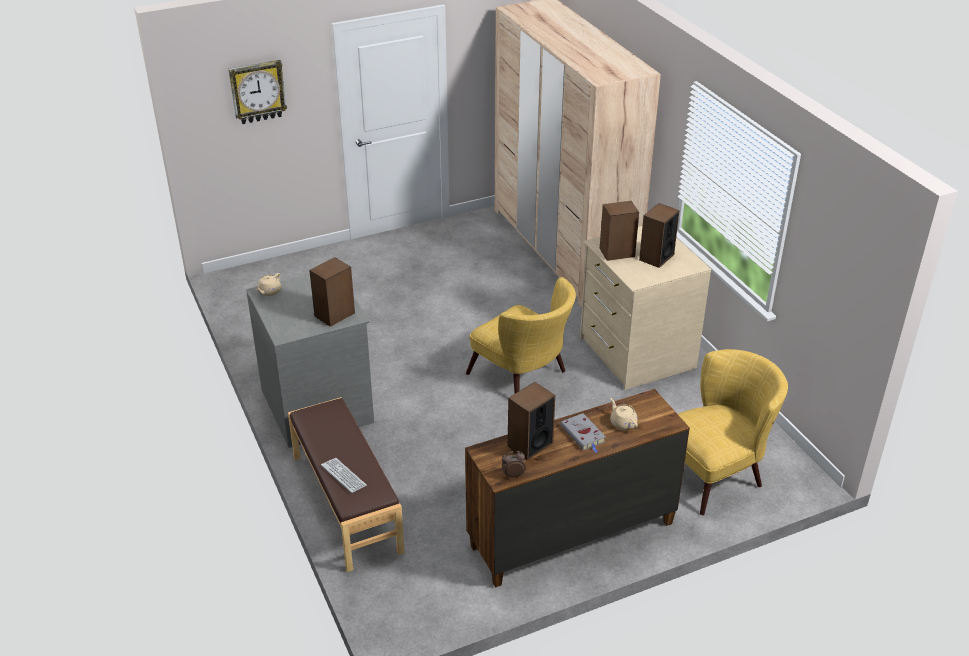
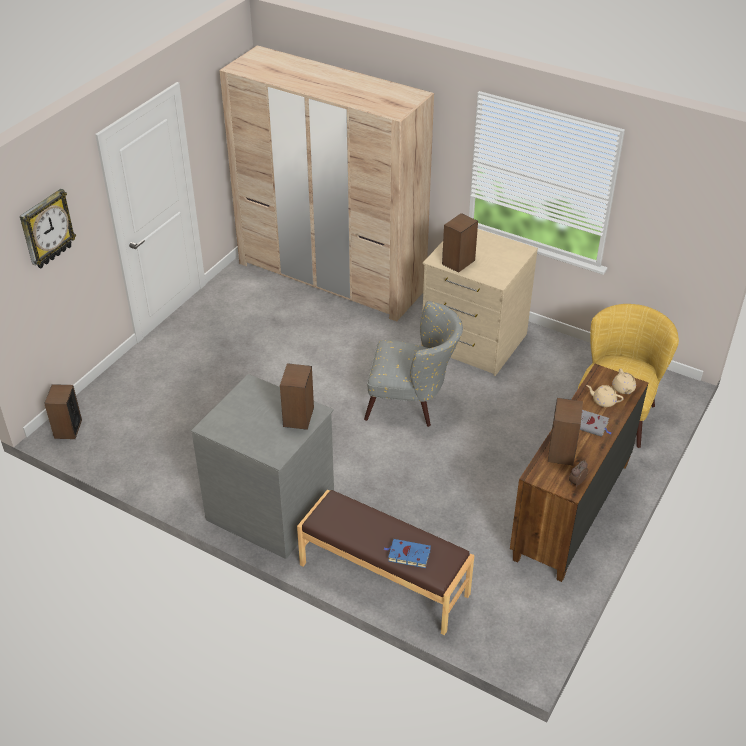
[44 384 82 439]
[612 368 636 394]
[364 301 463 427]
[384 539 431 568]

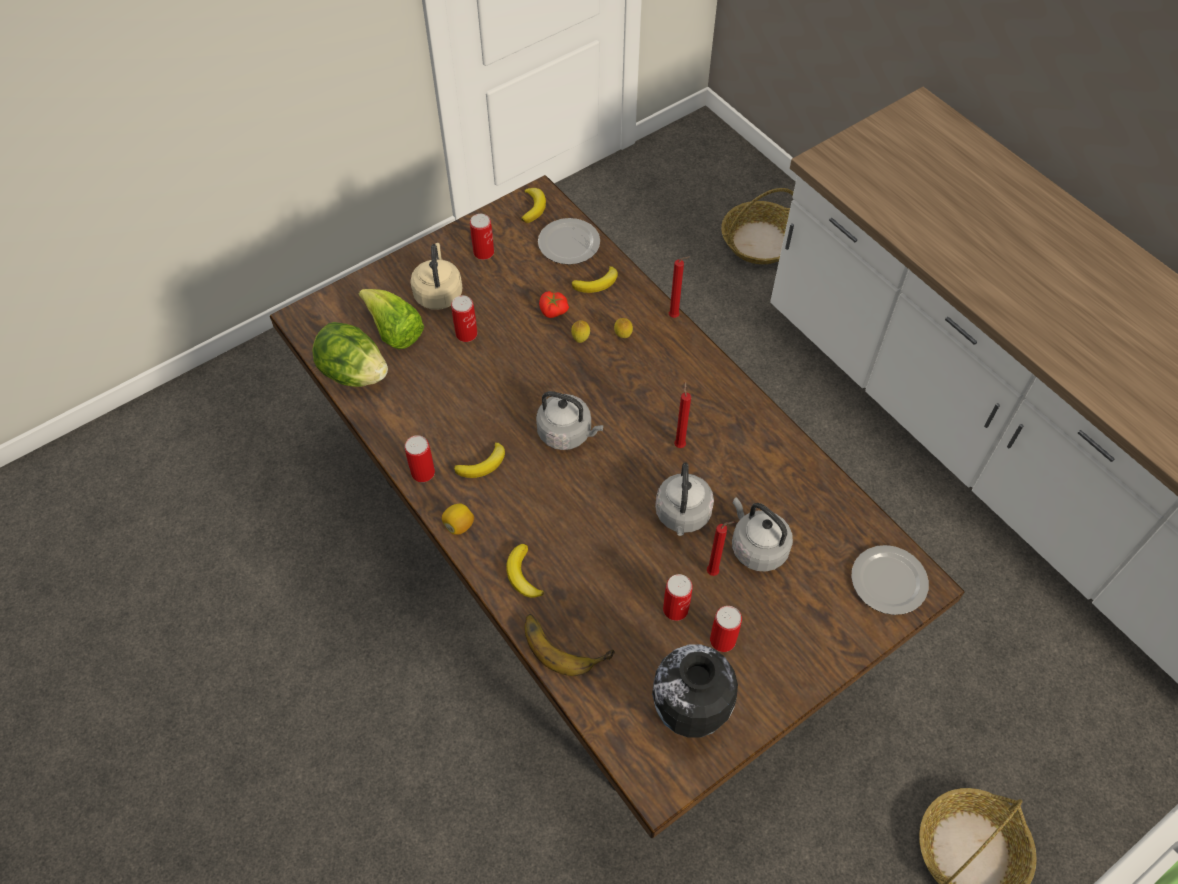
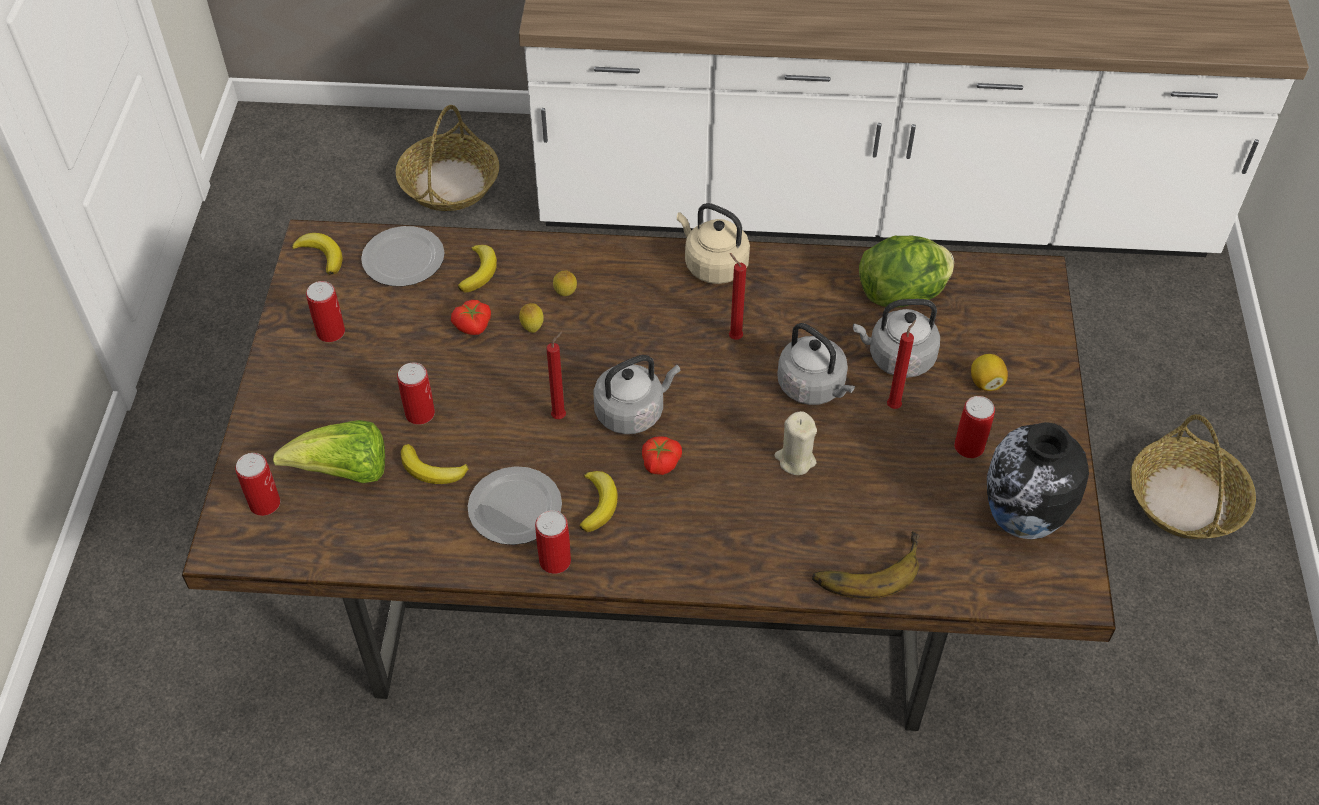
[677 203 750 284]
[546 332 566 419]
[859 236 954 308]
[971 354 1008 391]
[401 444 469 484]
[468 466 562 545]
[235 453 280 516]
[775 411 817 475]
[642 436 682 475]

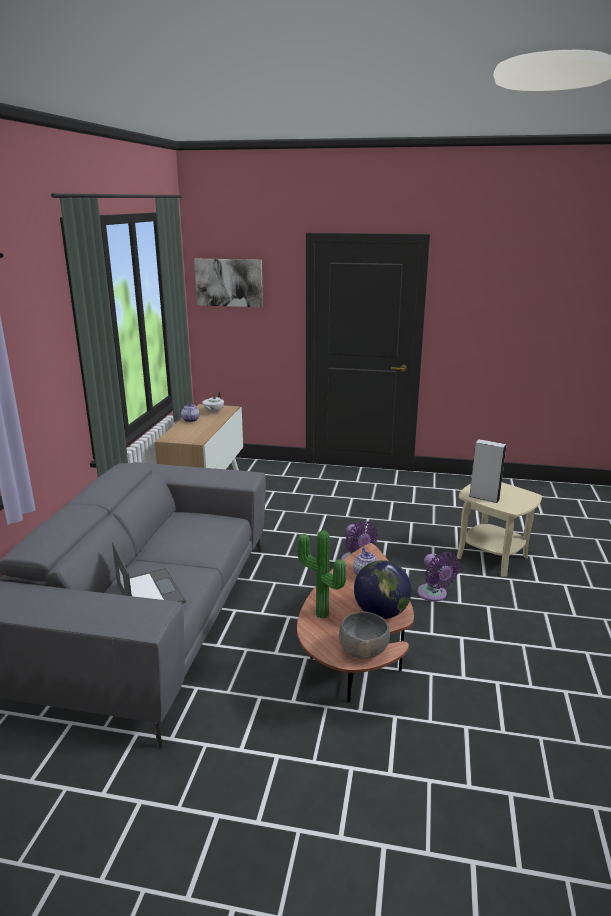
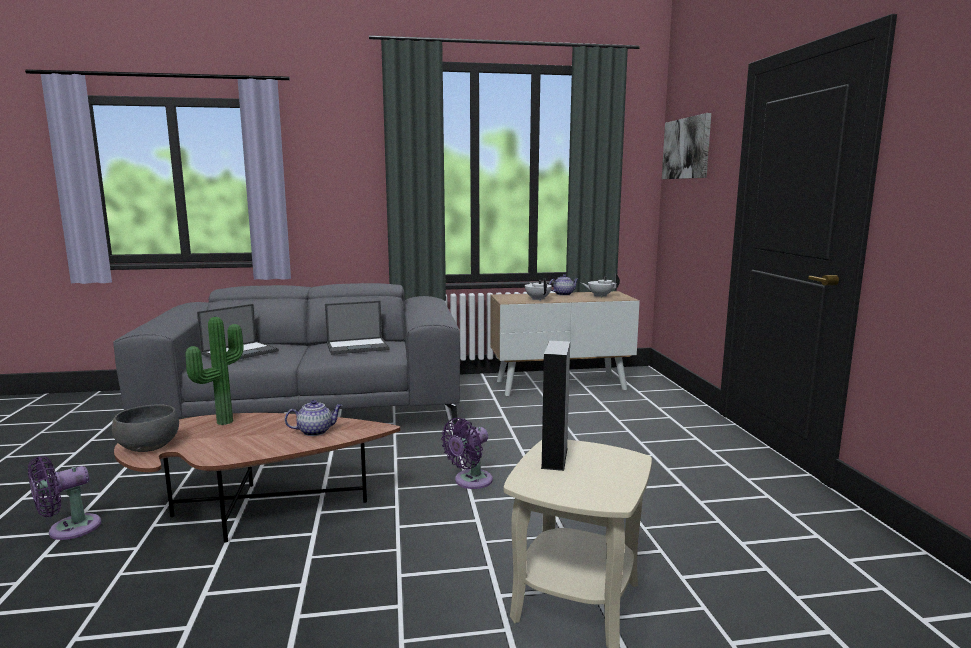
[28 456 101 540]
[354 560 412 619] (first image)
[525 278 552 301]
[325 301 389 355]

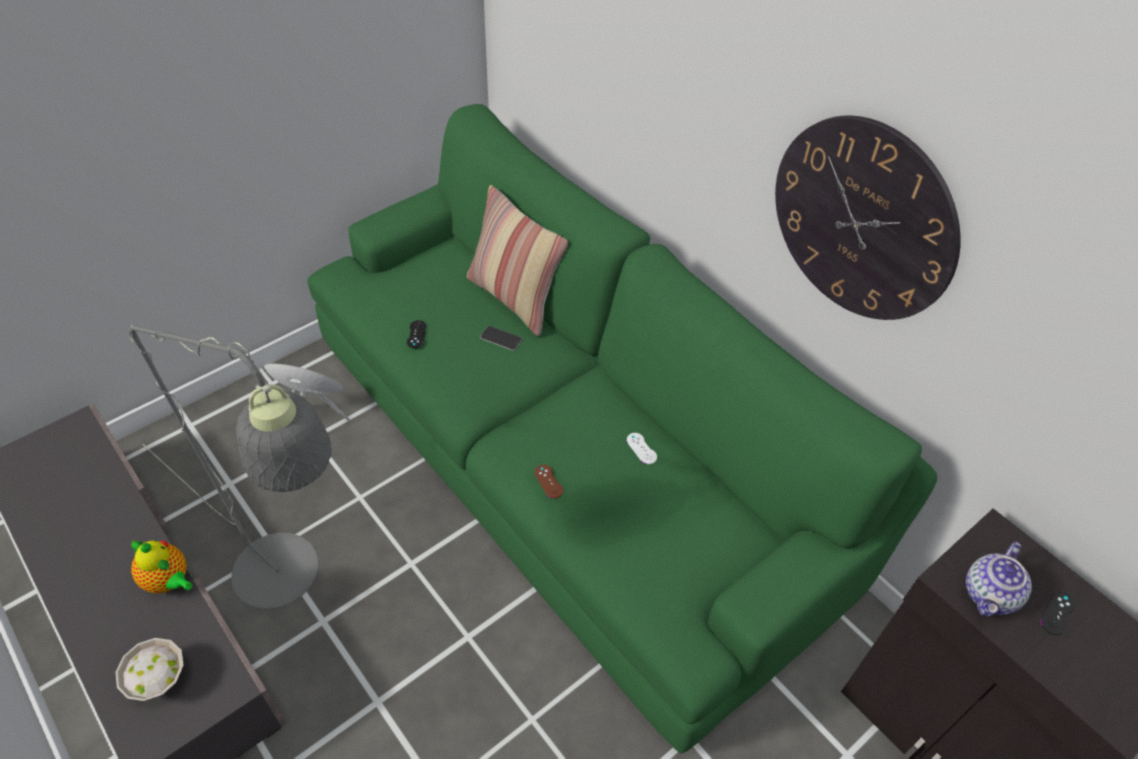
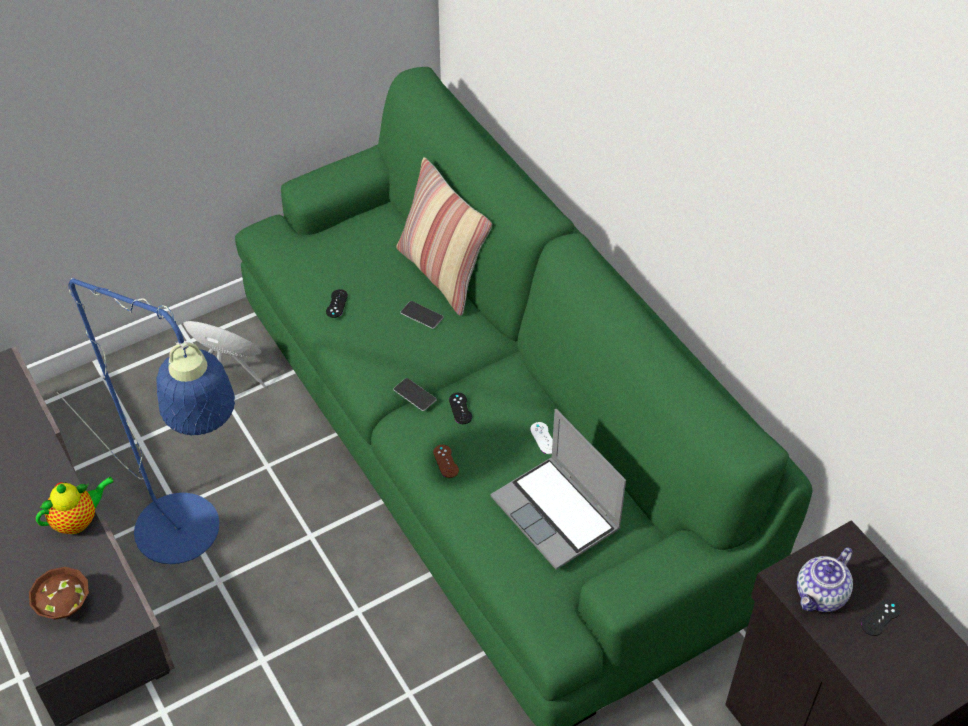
[775 116 961 320] (first image)
[57 278 235 564]
[36 477 114 534]
[29 567 89 620]
[393 378 437 411]
[449 393 472 424]
[491 409 626 570]

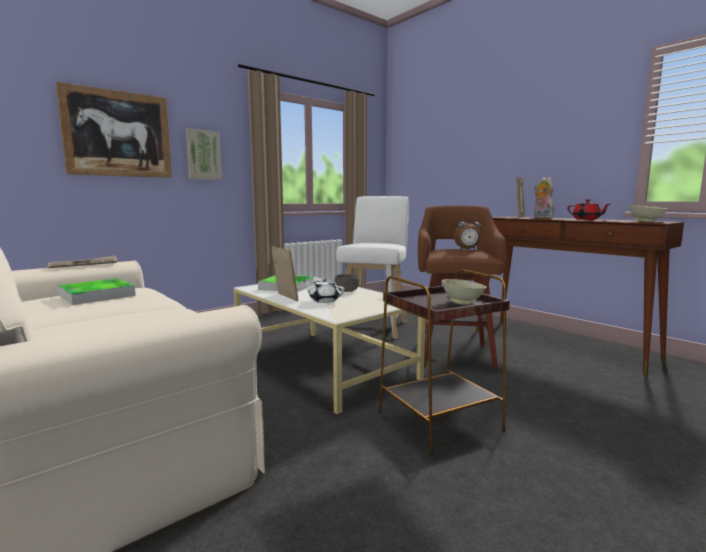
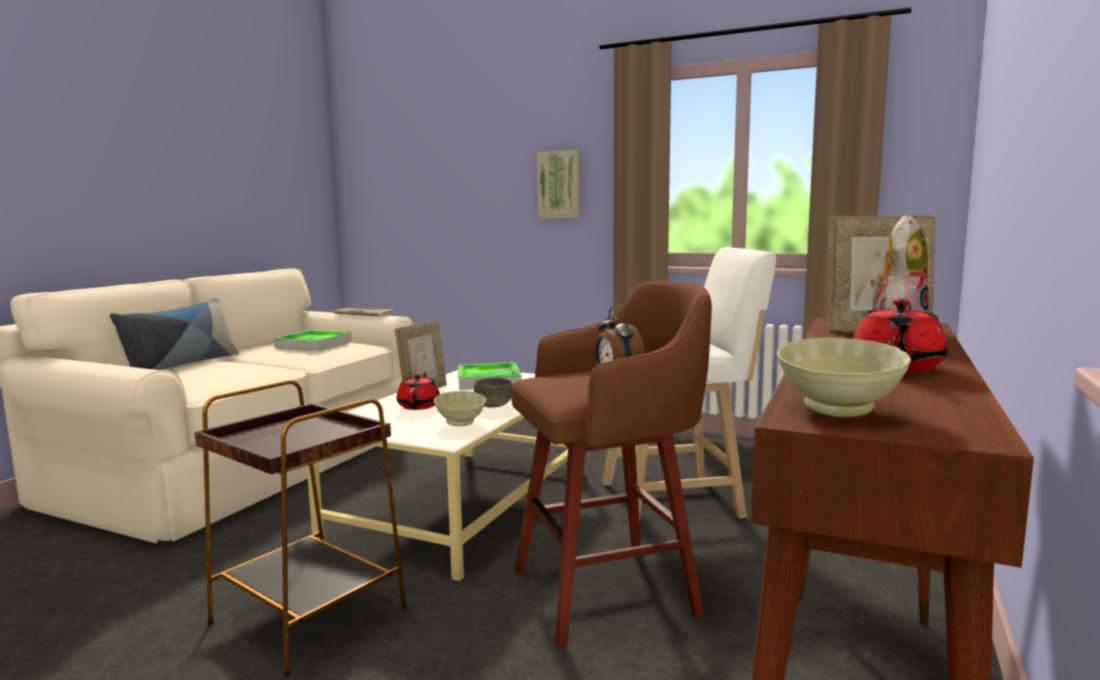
[56 82 172 178] (first image)
[397 373 440 410]
[434 391 486 426]
[109 298 239 370]

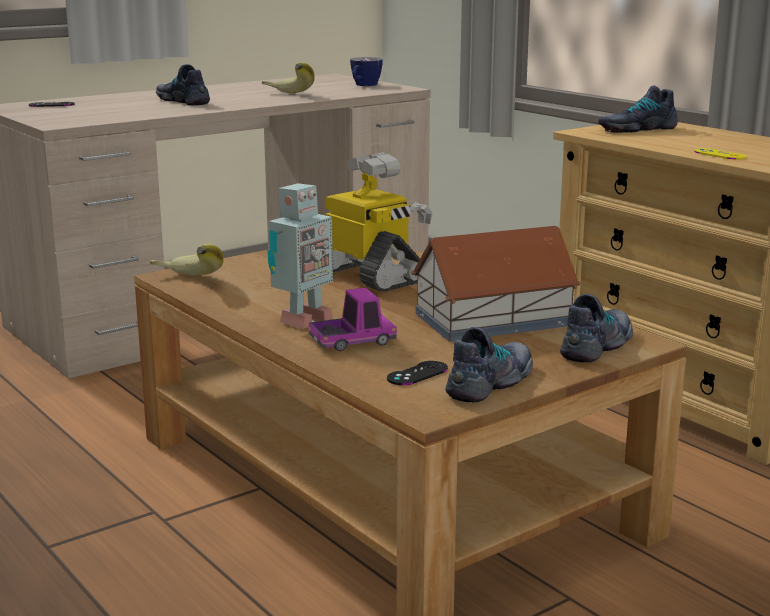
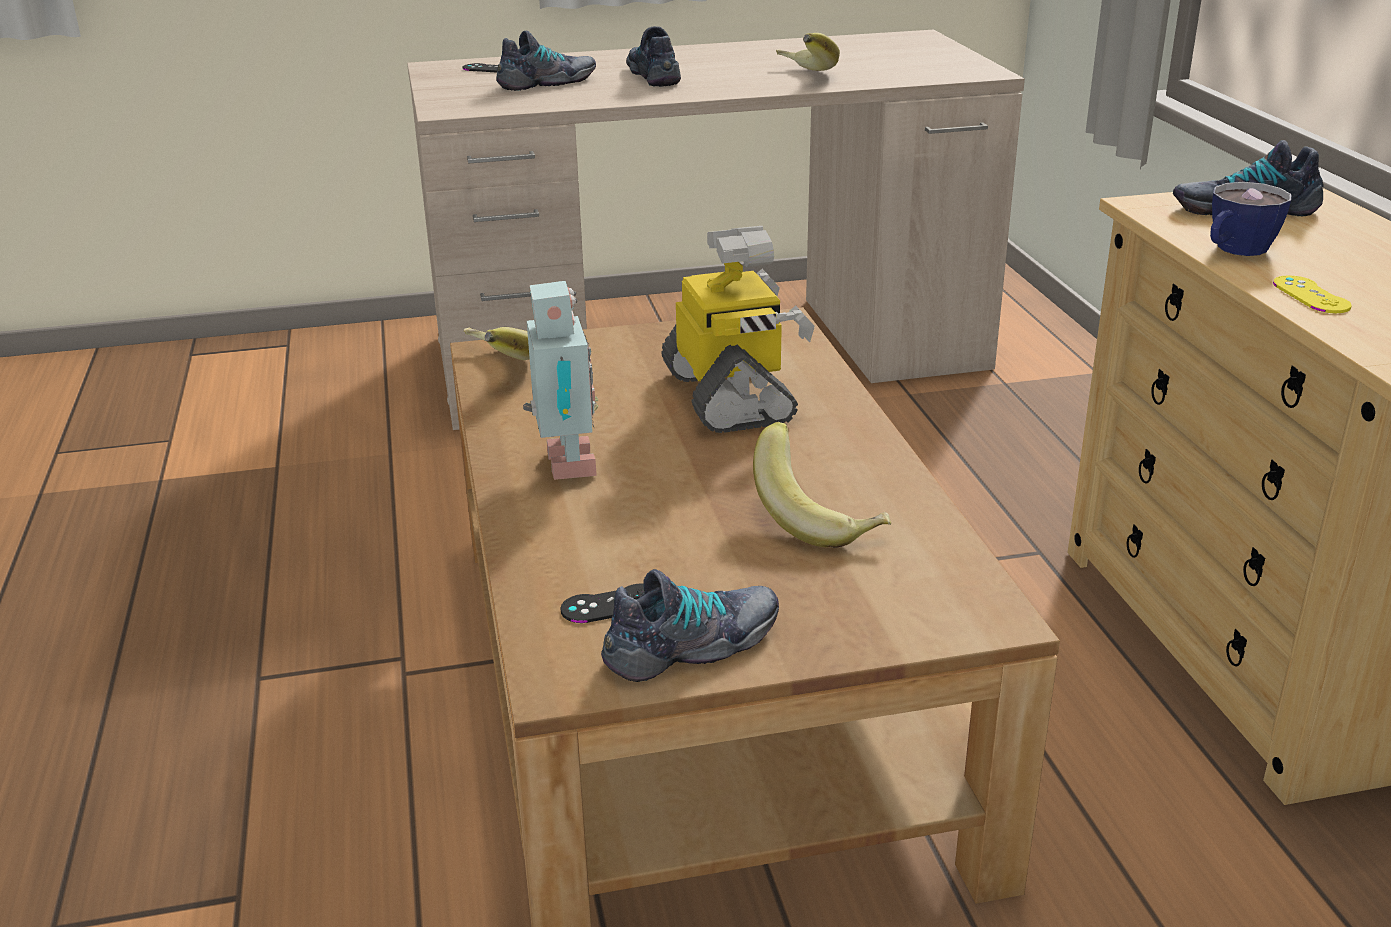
[1210 182 1292 256]
[523 281 598 480]
[753 422 891 548]
[309 288 397 351] (first image)
[496 30 596 91]

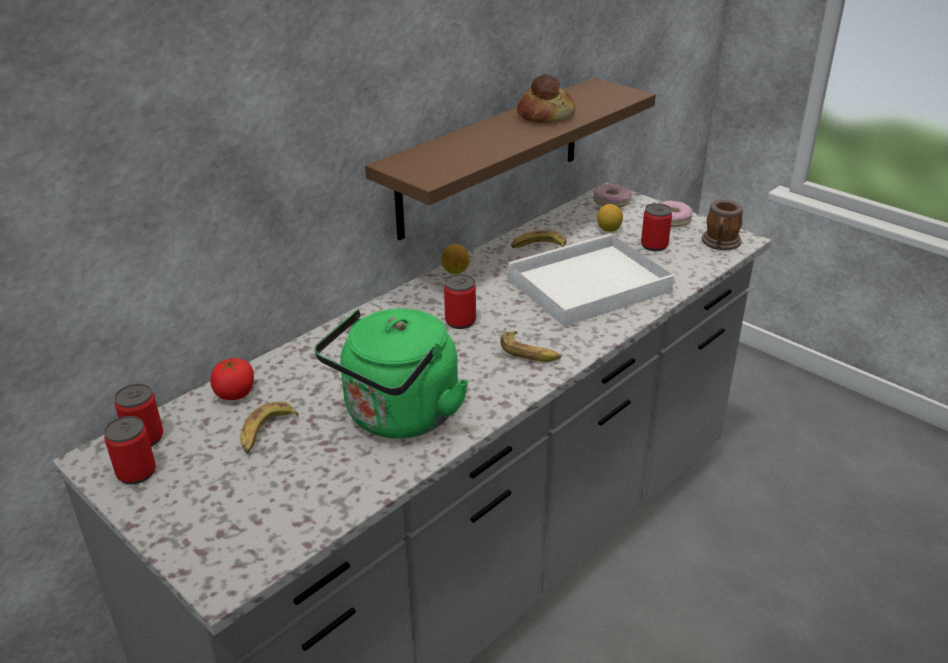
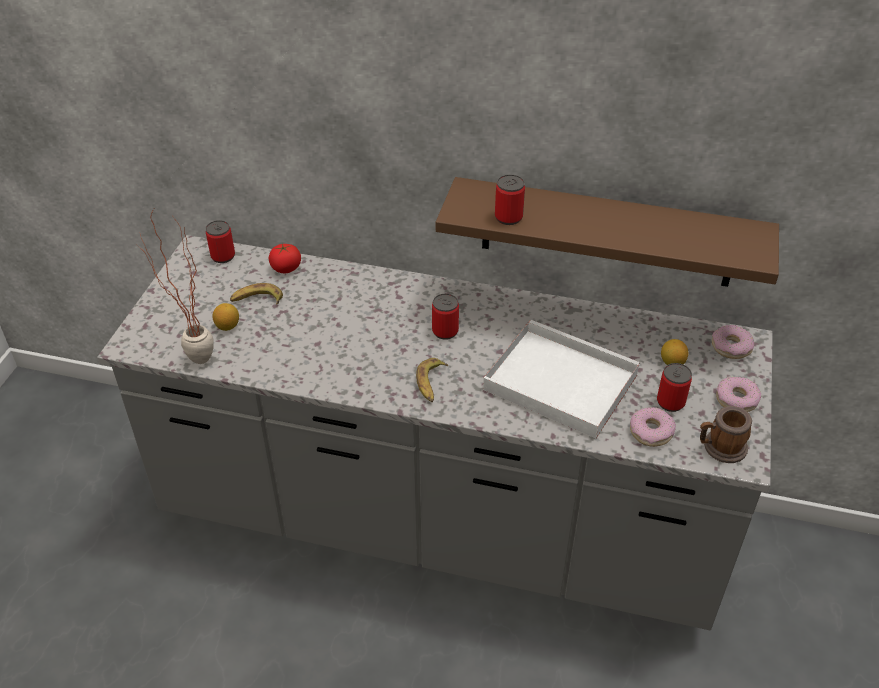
[517 74 575 123] (first image)
[511 230 566 248] (first image)
[213 303 239 331]
[314 308 468 438] (first image)
[495 175 525 225]
[135 209 213 364]
[630 407 676 447]

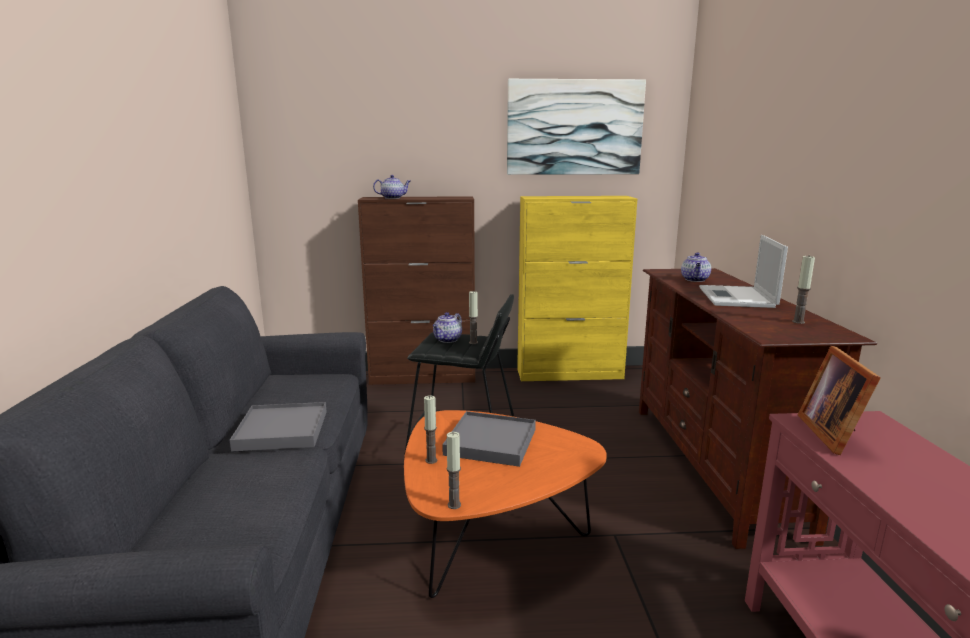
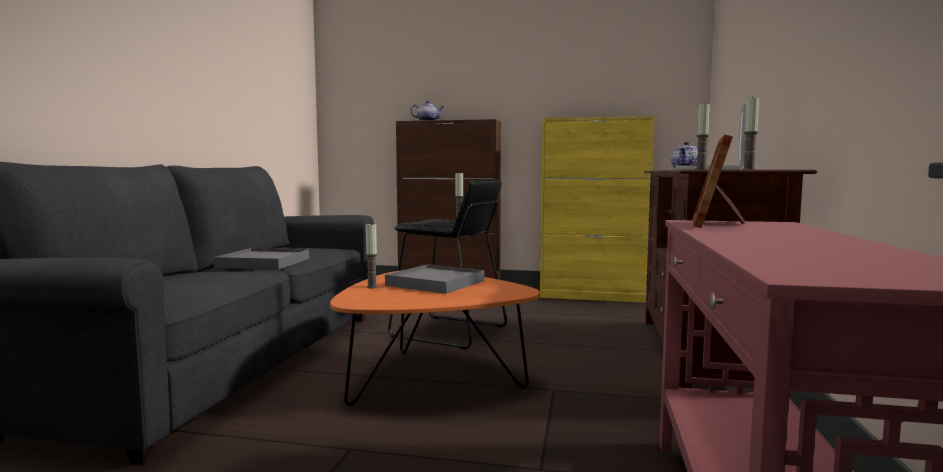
[507 79 646 175] (first image)
[432 312 462 343] (first image)
[695 104 710 170]

